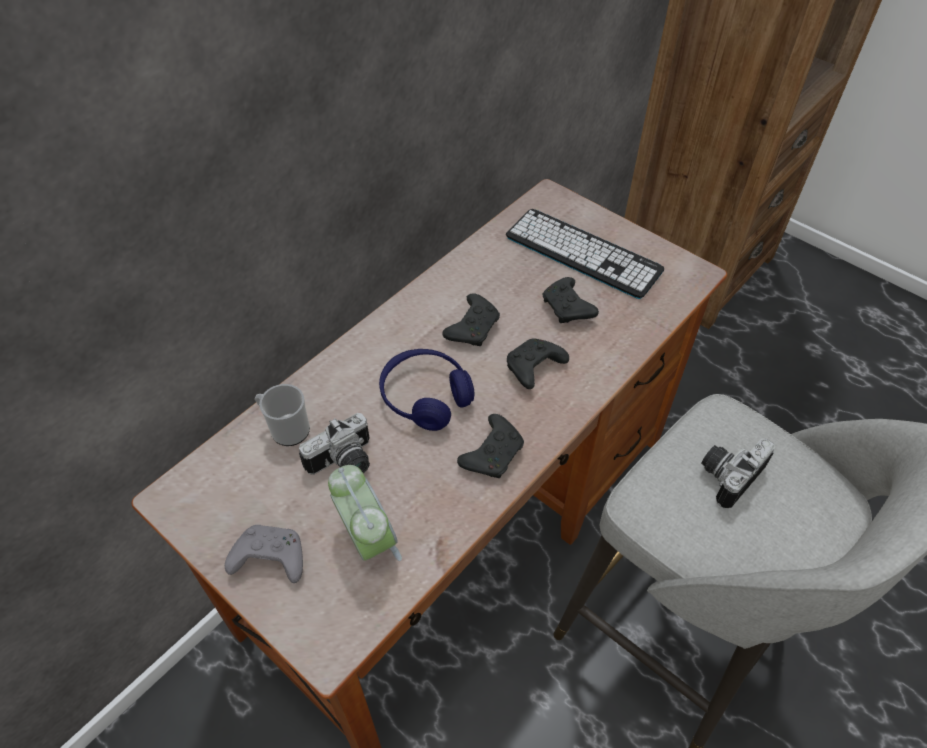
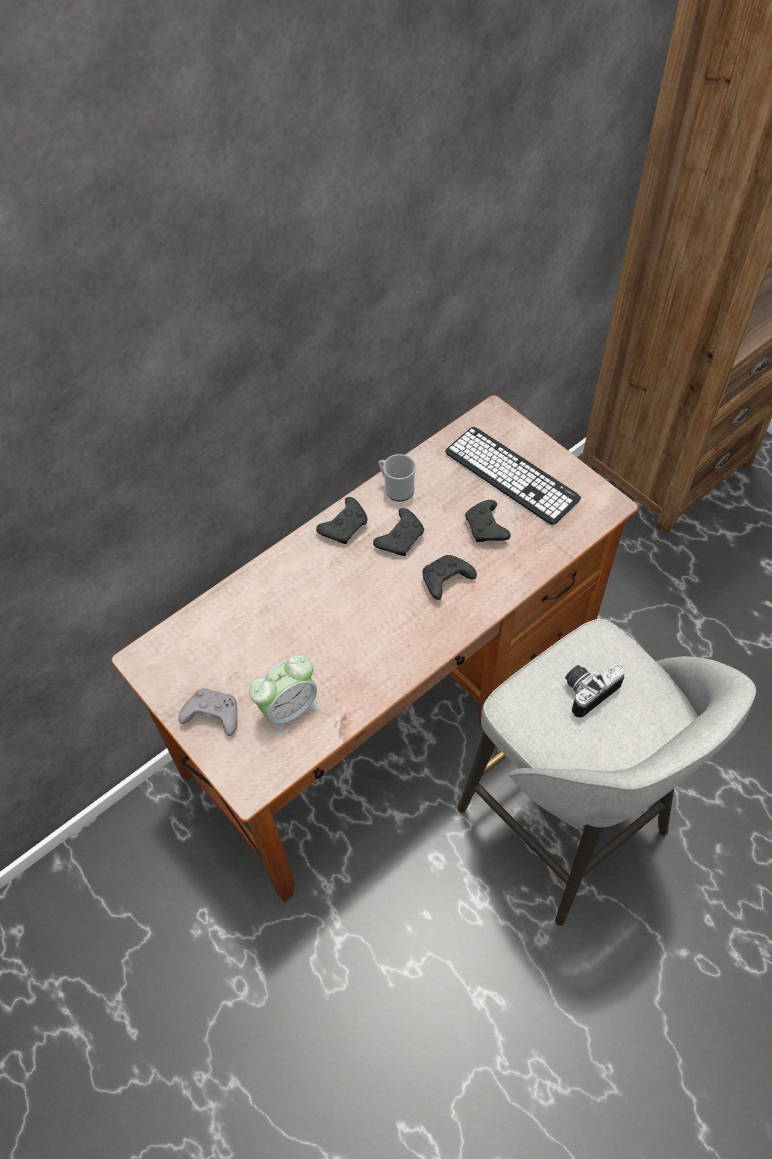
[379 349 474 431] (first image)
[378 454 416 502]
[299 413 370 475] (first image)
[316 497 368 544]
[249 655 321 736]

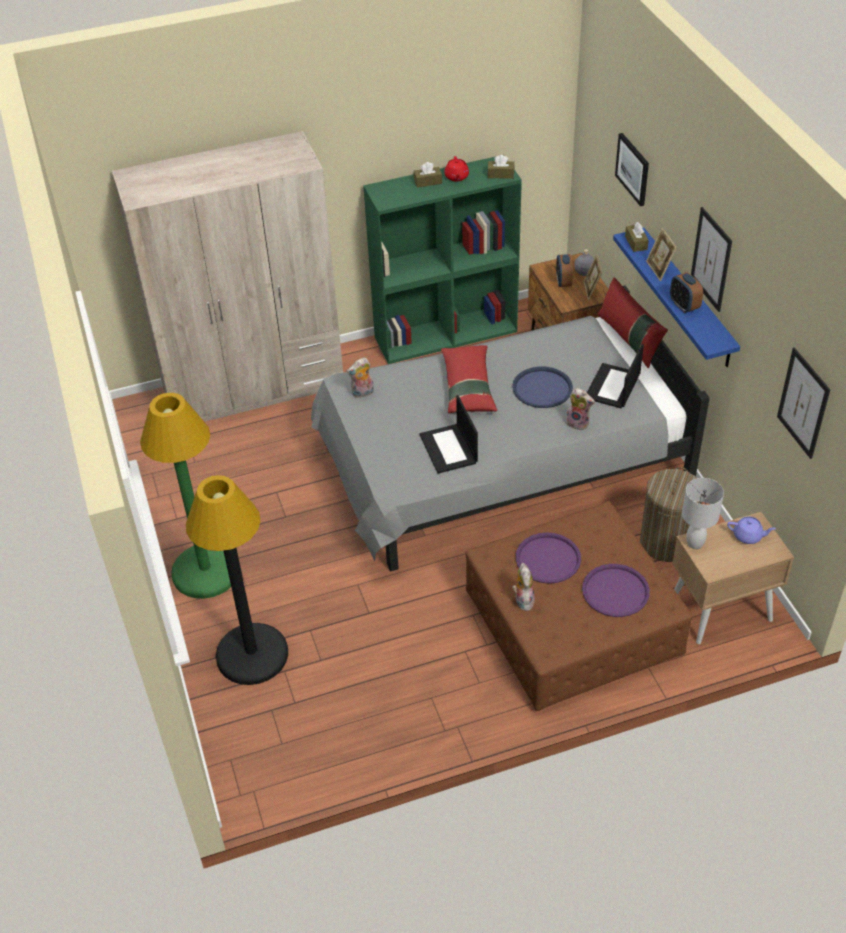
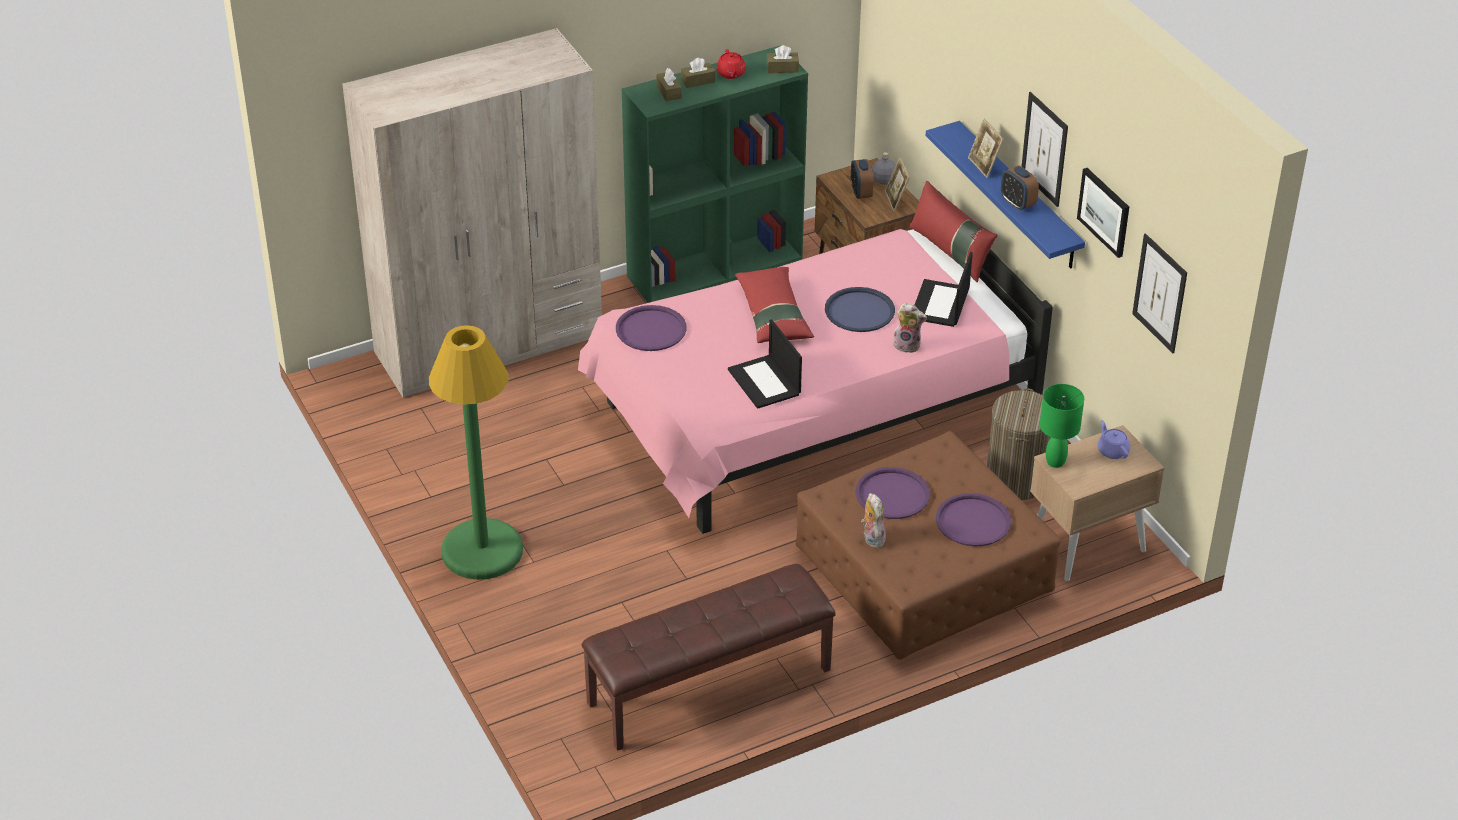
[1077 168 1129 258]
[656 68 682 101]
[578 229 1053 534]
[616 305 686 351]
[186 475 288 685] (first image)
[1040 384 1084 468]
[1098 420 1130 459]
[582 564 836 751]

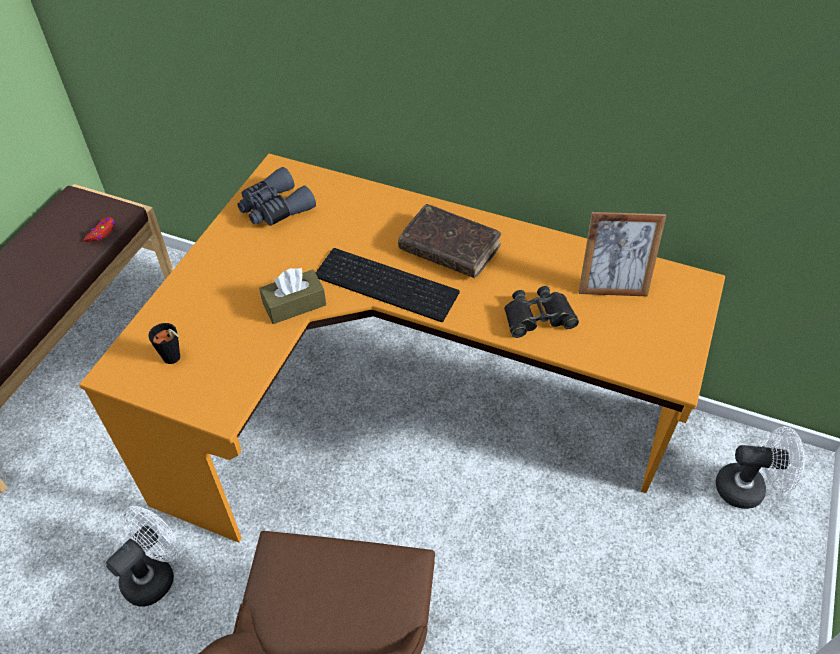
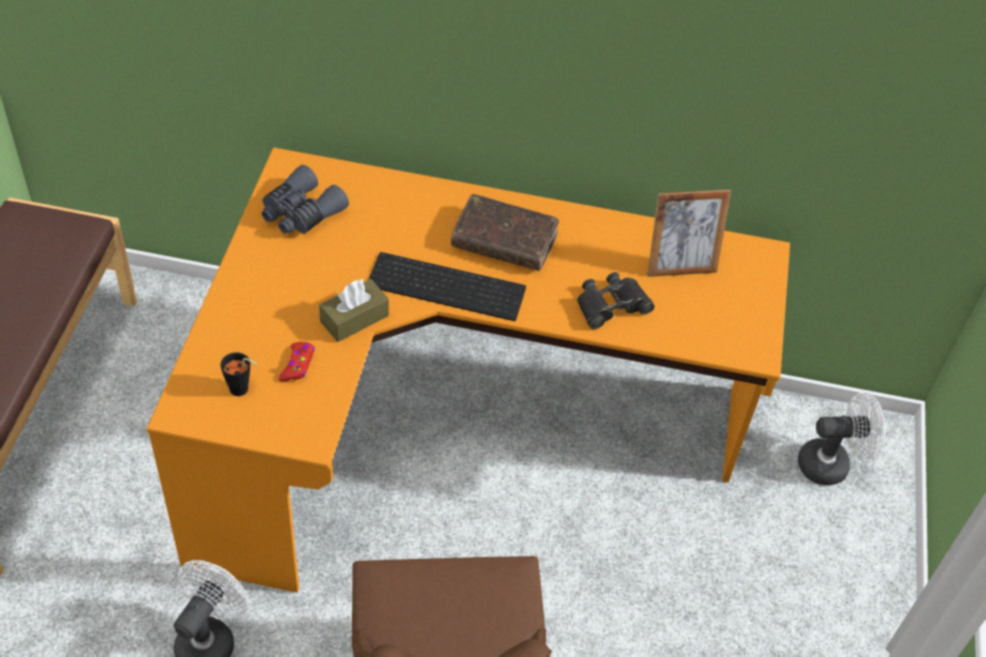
[279 342 315 382]

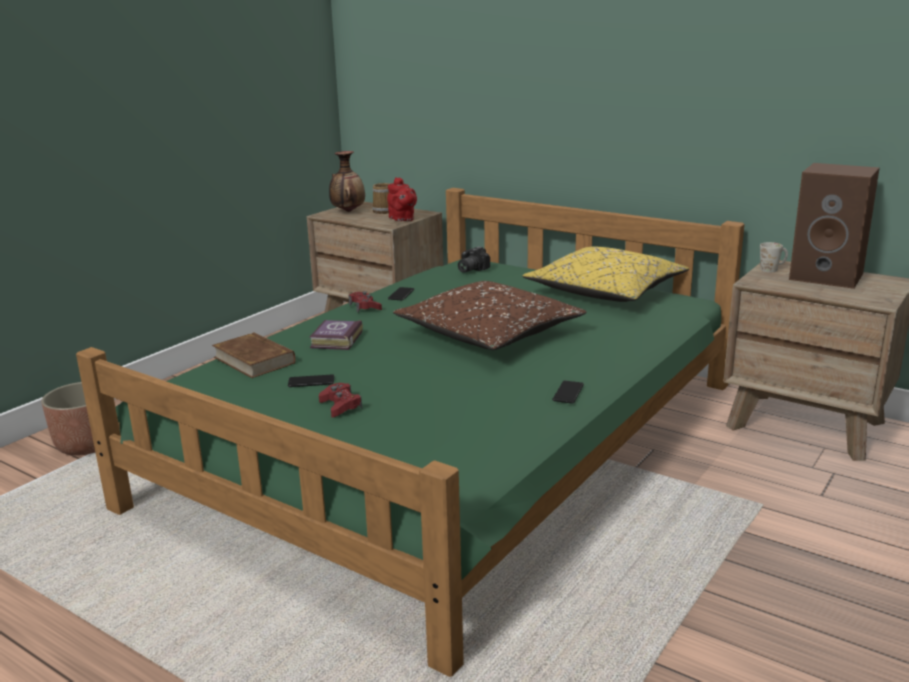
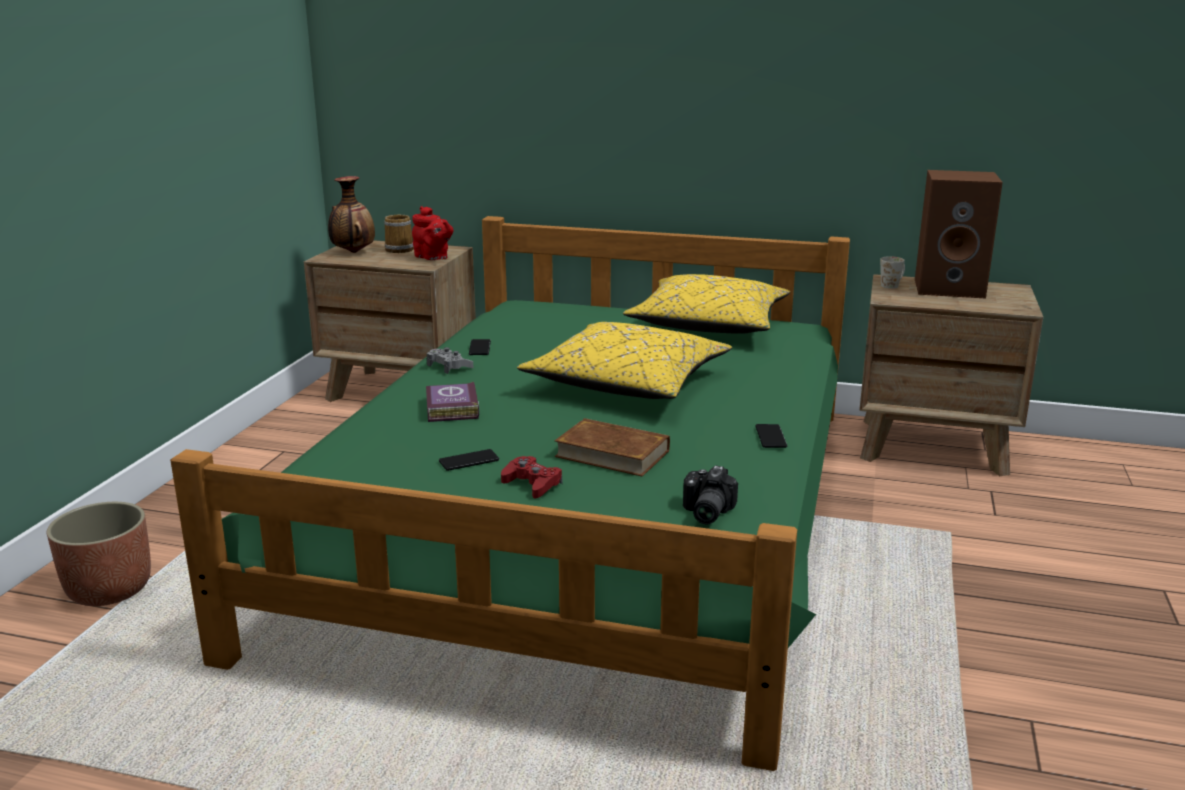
[683 466 738 524]
[517 322 732 399]
[427 347 473 374]
[555 418 670 476]

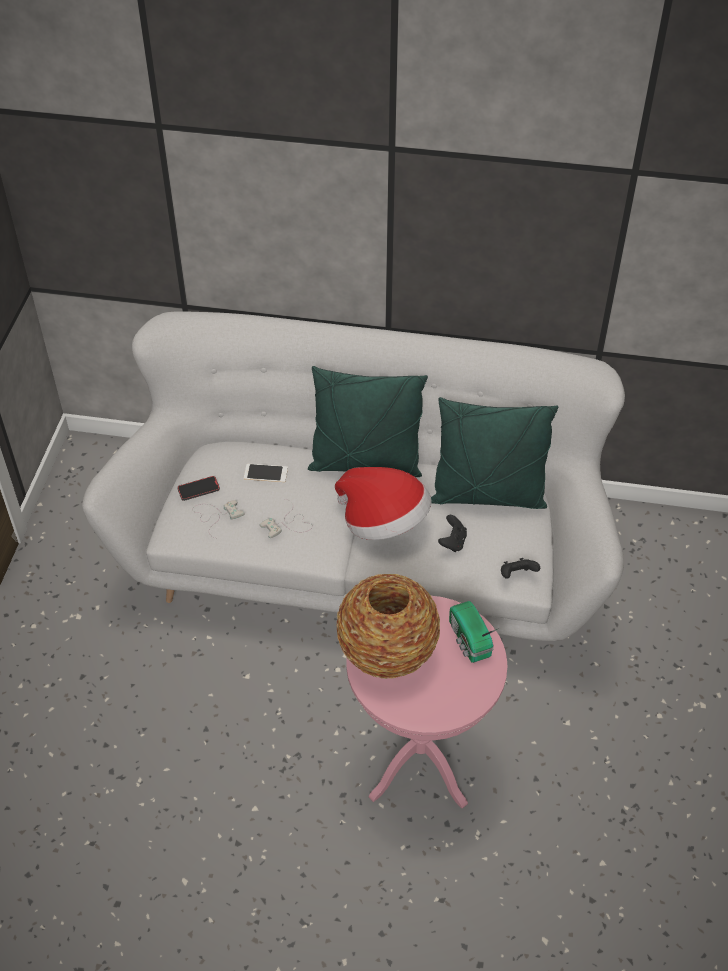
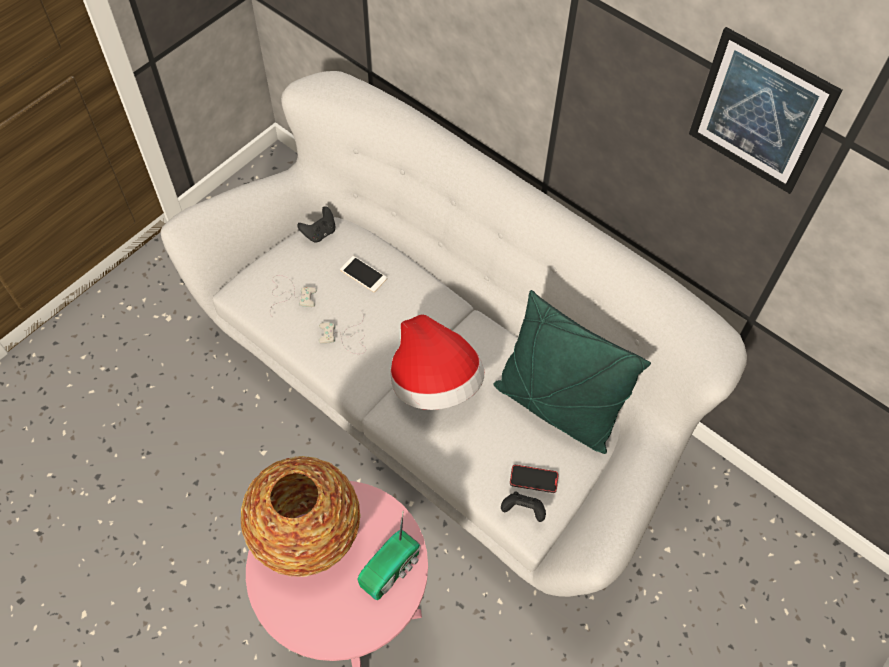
[308 366 428 477] (first image)
[510 465 559 493]
[297 206 335 243]
[357 513 420 600]
[689 27 843 194]

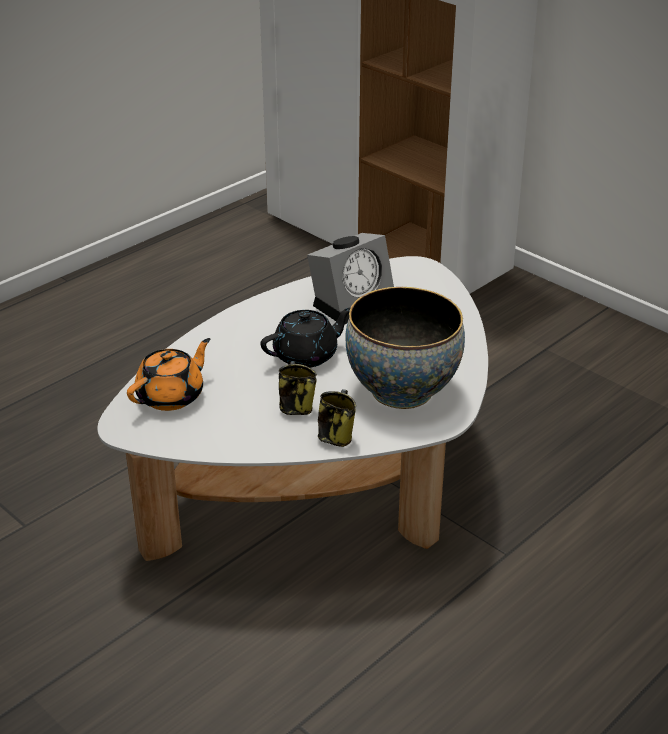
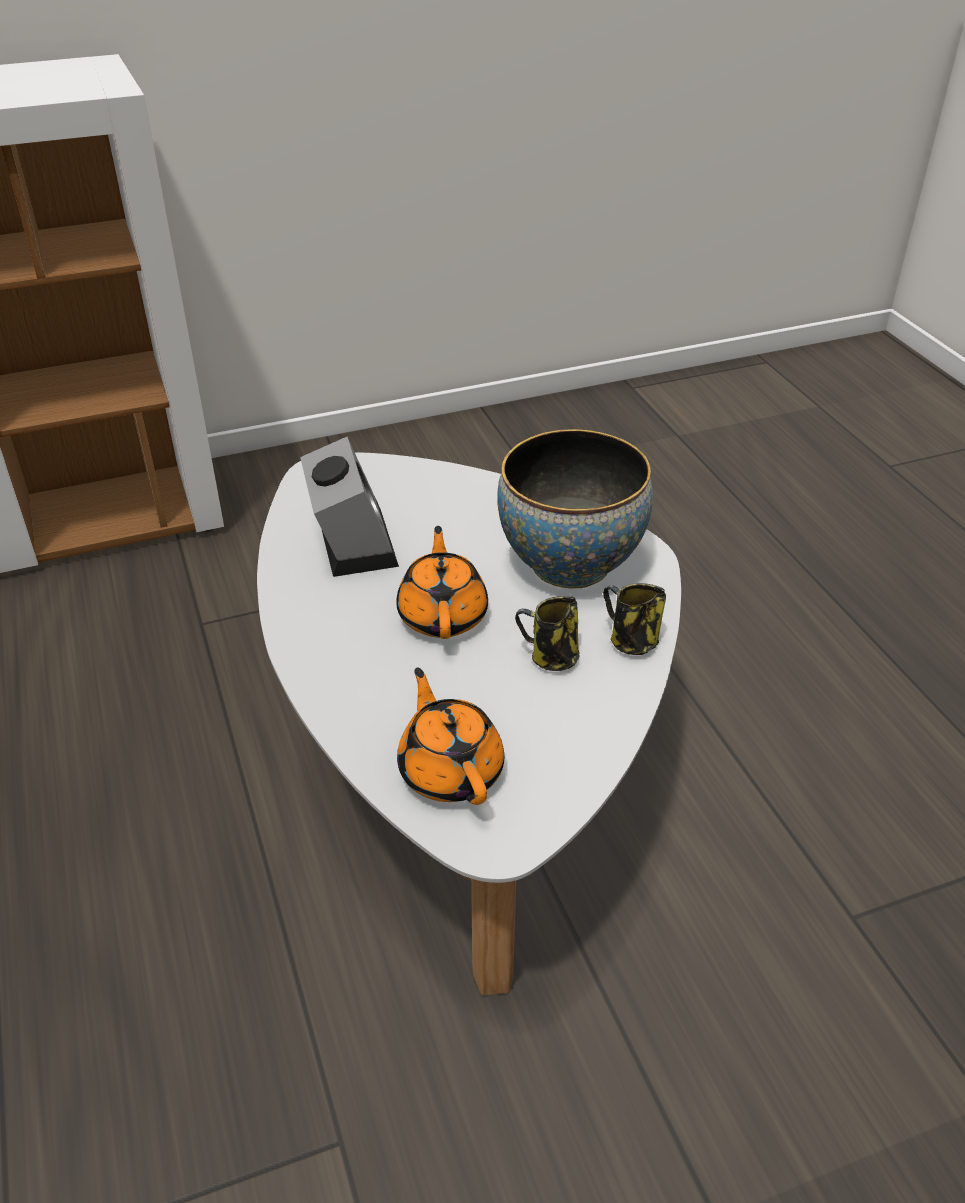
[396 526 488 639]

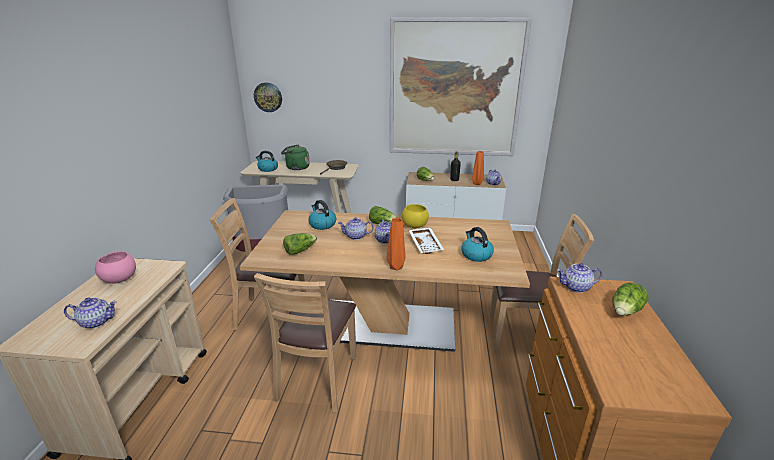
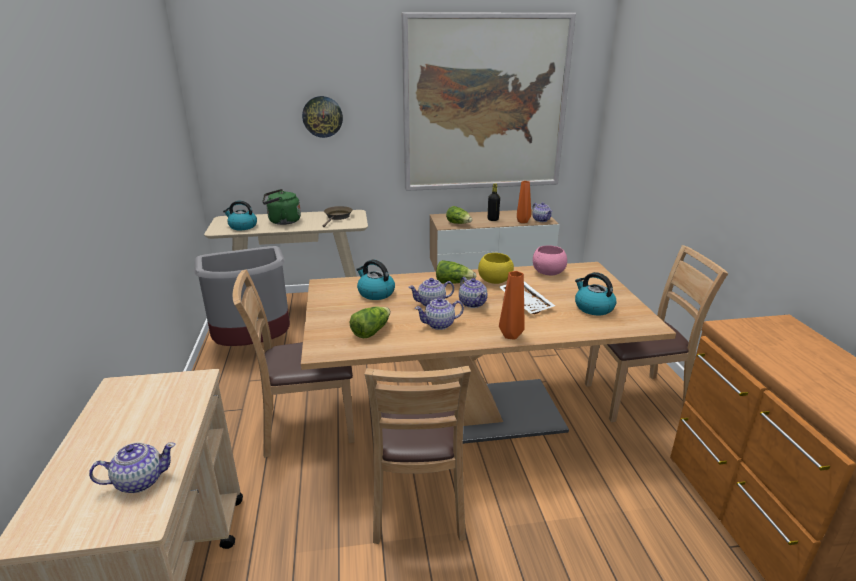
[302 96 343 138]
[533 245 567 275]
[415 298 464 330]
[612 282 649 316] (first image)

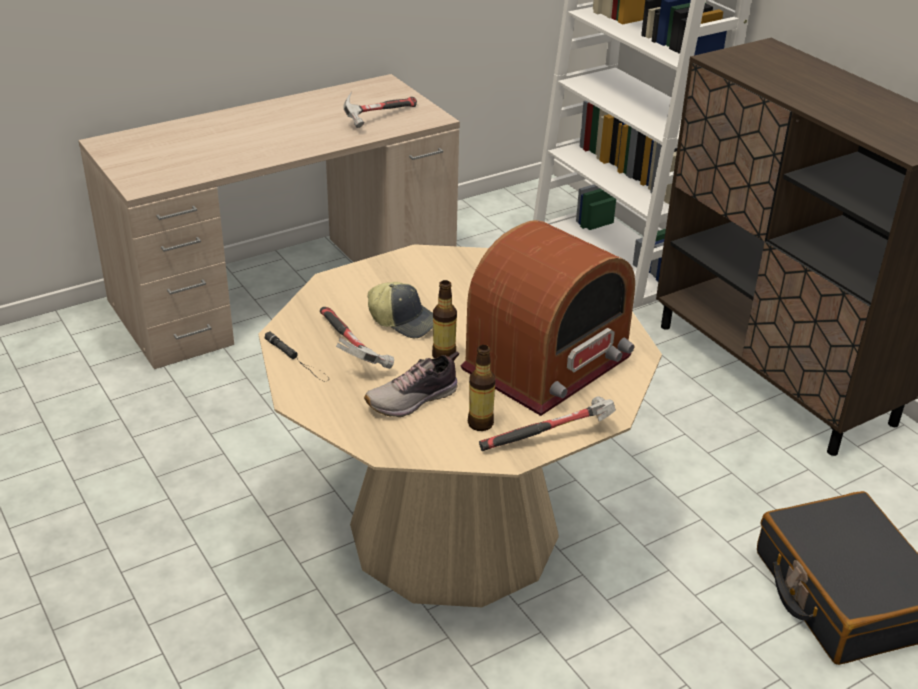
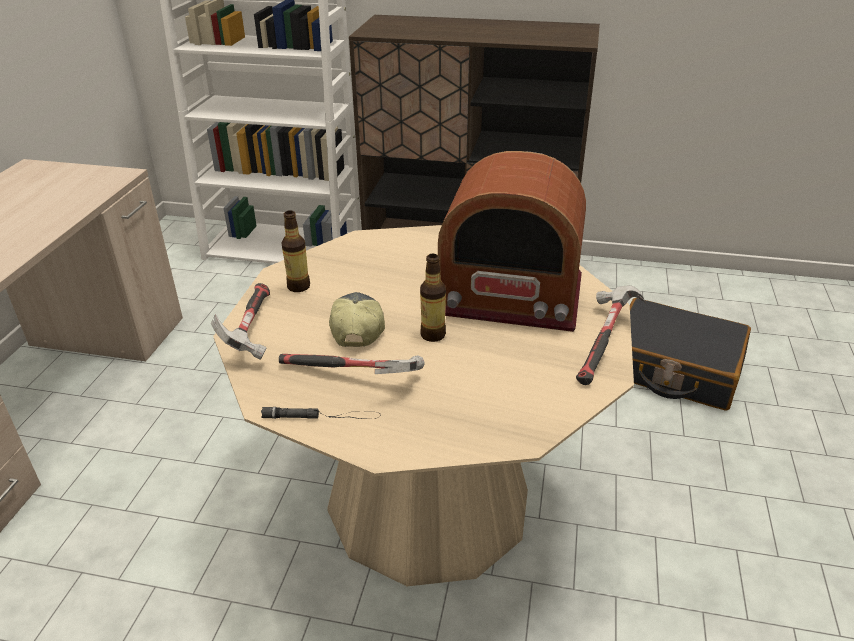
[211 283 270 360]
[438 151 586 332]
[329 292 385 347]
[281 210 310 292]
[364 351 459 417] (first image)

